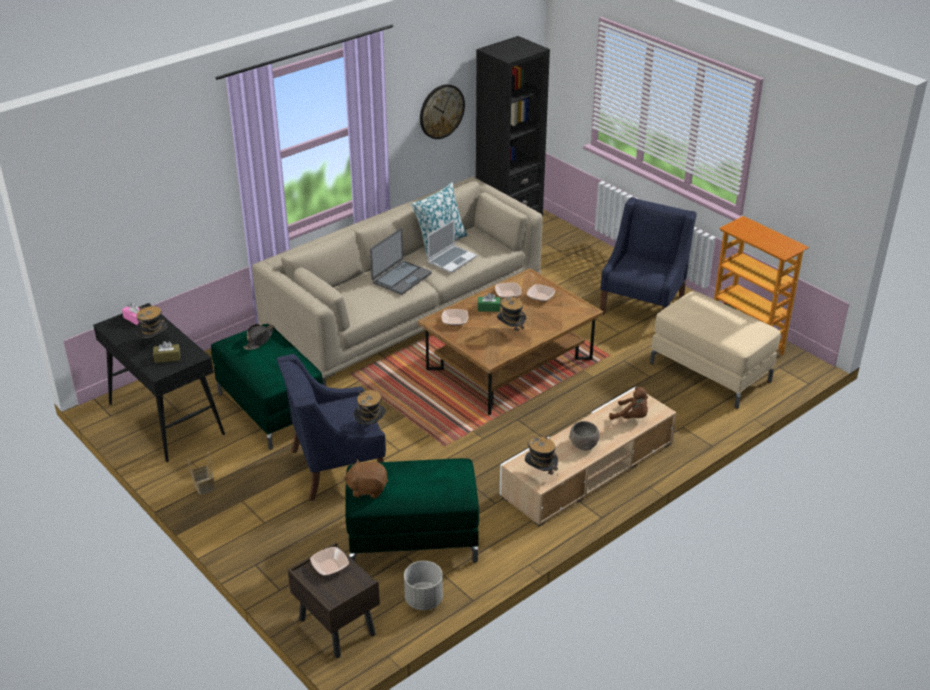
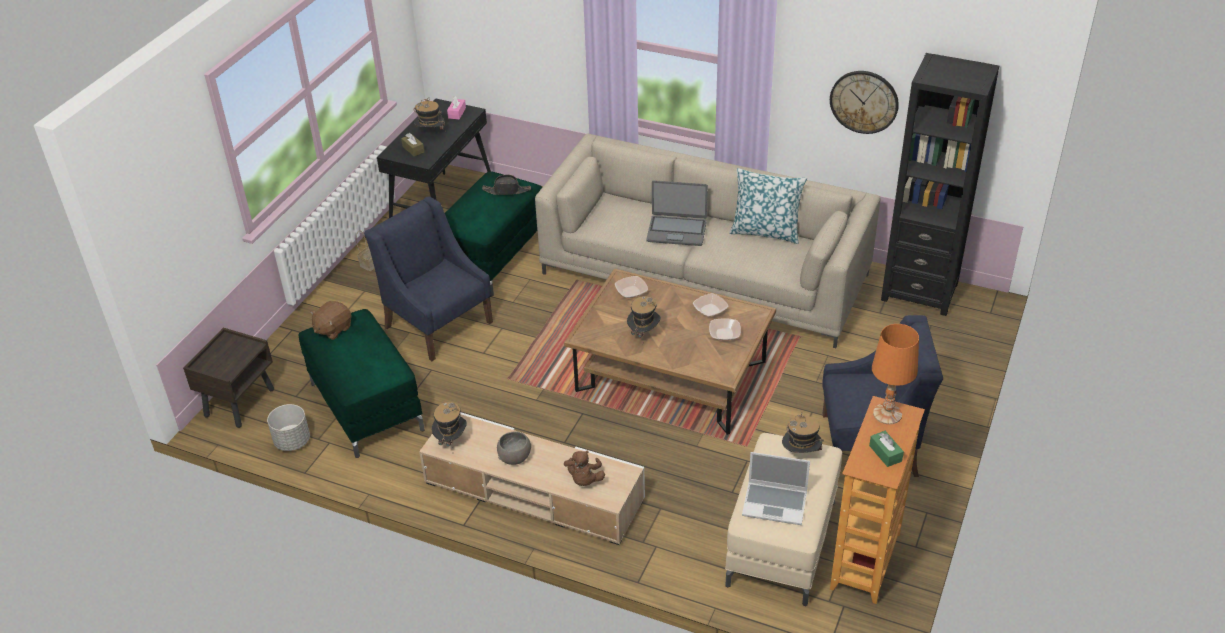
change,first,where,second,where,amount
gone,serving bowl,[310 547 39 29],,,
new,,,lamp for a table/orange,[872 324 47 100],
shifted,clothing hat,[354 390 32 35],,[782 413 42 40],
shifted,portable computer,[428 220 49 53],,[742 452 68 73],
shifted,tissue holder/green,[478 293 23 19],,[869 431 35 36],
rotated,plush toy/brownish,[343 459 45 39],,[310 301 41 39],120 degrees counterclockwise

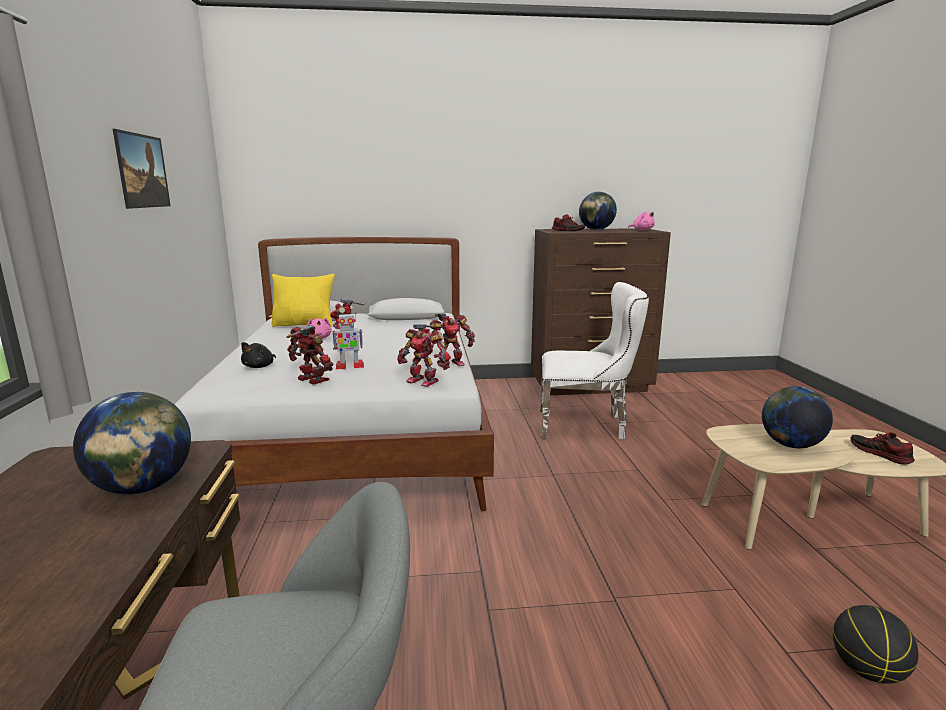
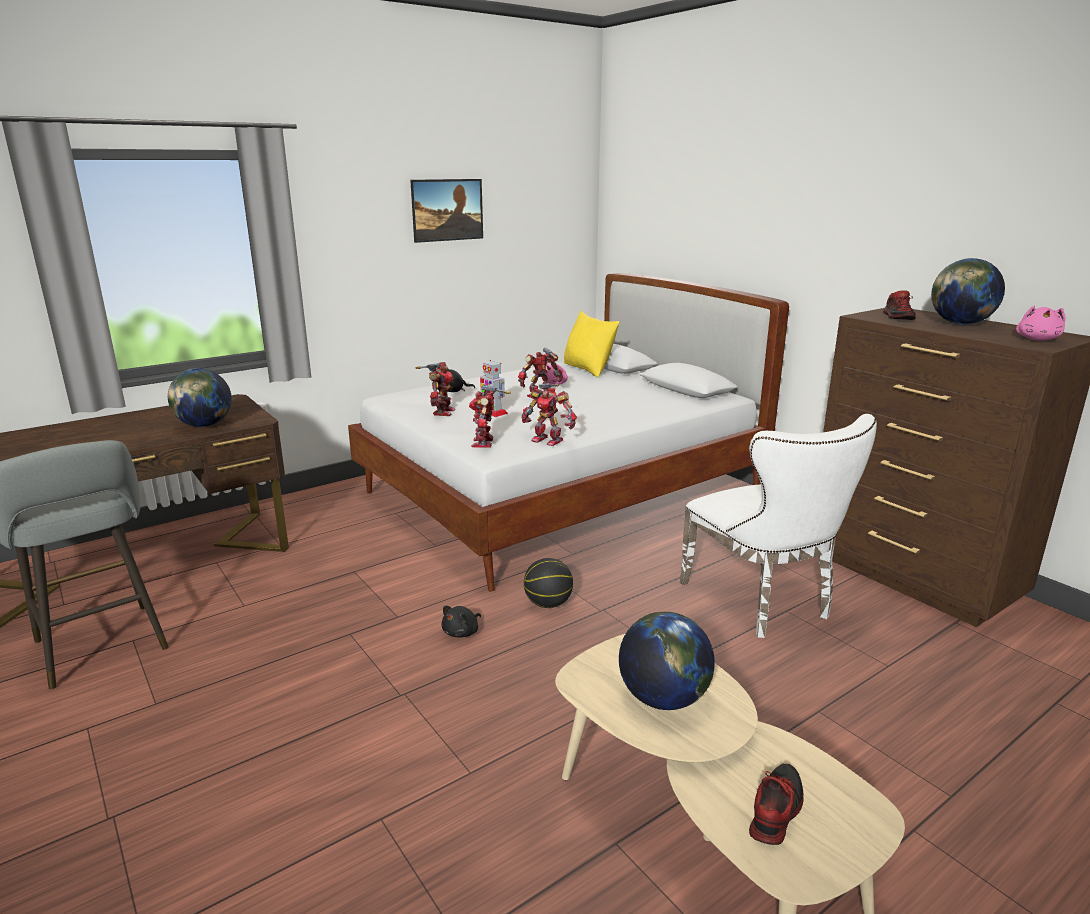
change,first,where,second,where,amount
new,,,plush toy/black-coloured,[441 606 40 31],
shifted,ball for basketball,[833 605 86 79],,[524 558 49 50],

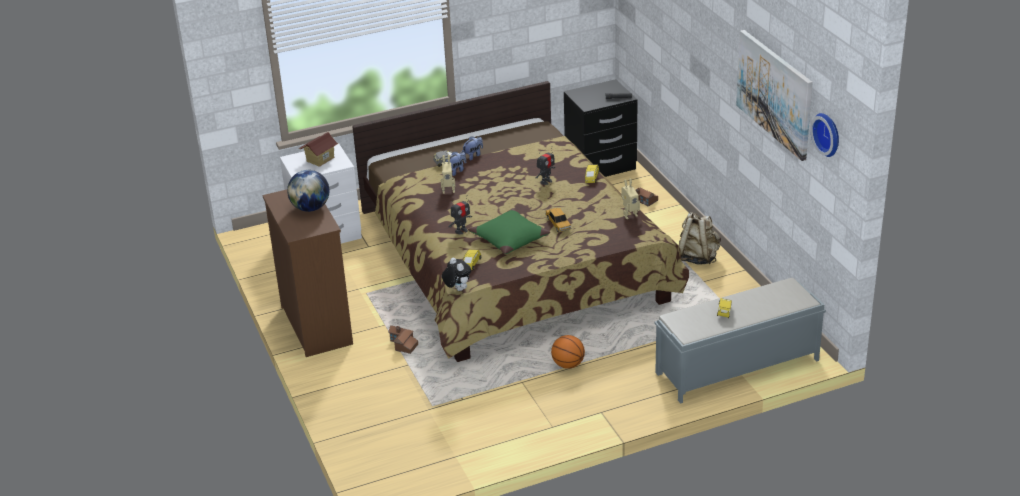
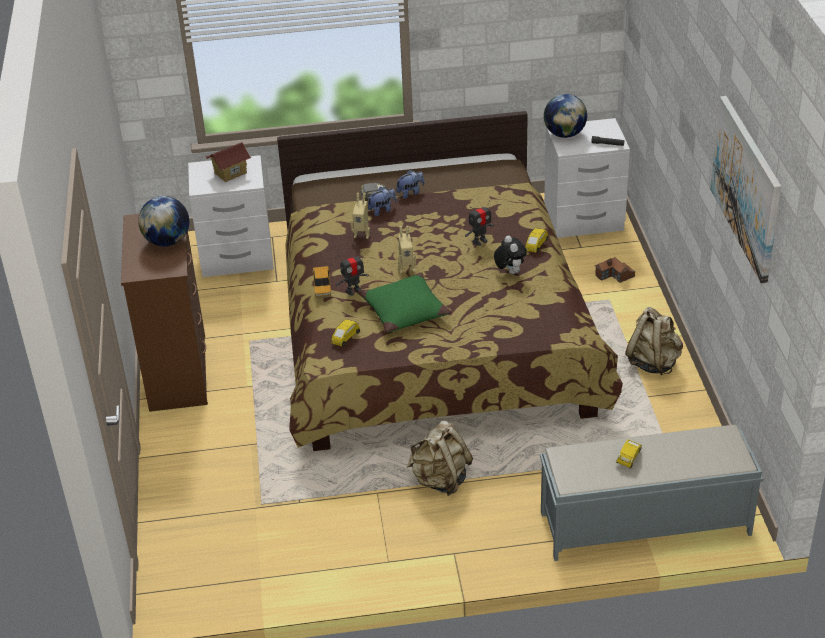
change,first,where,second,where,amount
gone,toy house,[388 325 30 29],,,
gone,wall clock,[810 113 29 44],,,
new,,,globe,[544 94 43 44],
shifted,plush toy,[442 258 29 33],,[494 235 33 39],
shifted,model car,[545 208 26 24],,[313 266 18 32],
shifted,toy robot,[621 178 19 41],,[398 226 18 47],
swapped,ball for basketball,[551 335 34 34],rucksack/beige,[407 421 66 75],
repainted,bedside table/black-coloured,[564 79 74 98],bedside table/whitish,[544 118 86 120],

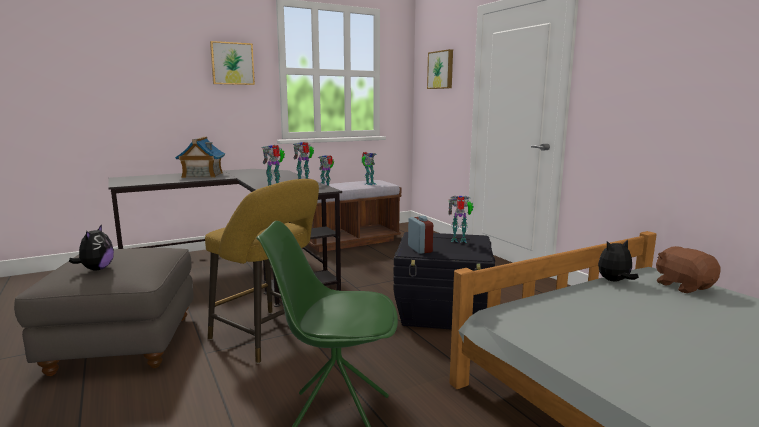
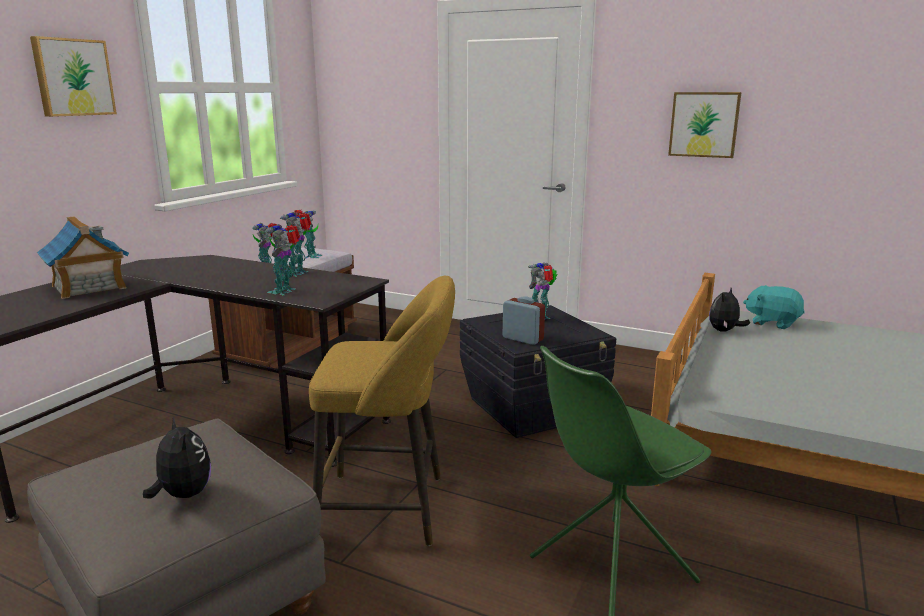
change,first,where,second,where,amount
shifted,wall art,[427 49 26 40],,[668 92 74 66],
repainted,plush toy/brownish,[656 246 65 47],plush toy/turquoise-coloured,[743 285 62 44],

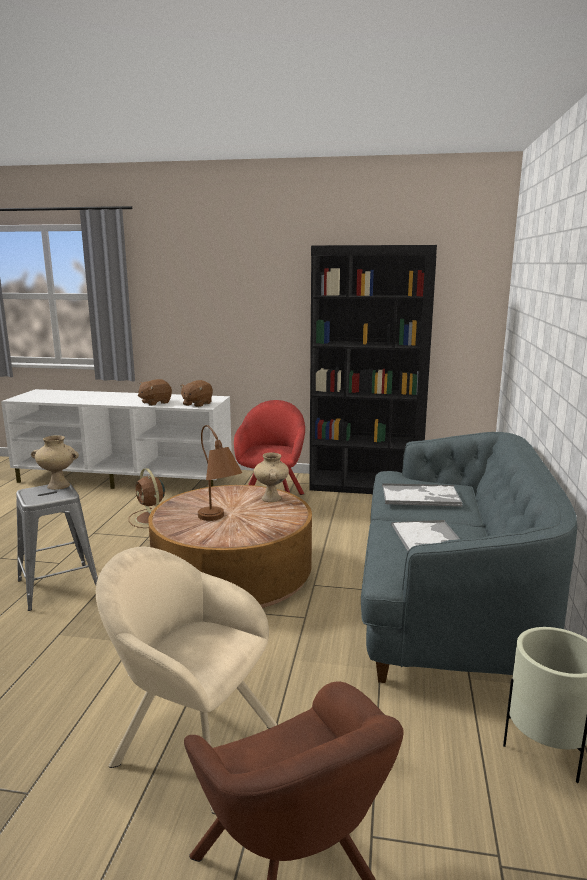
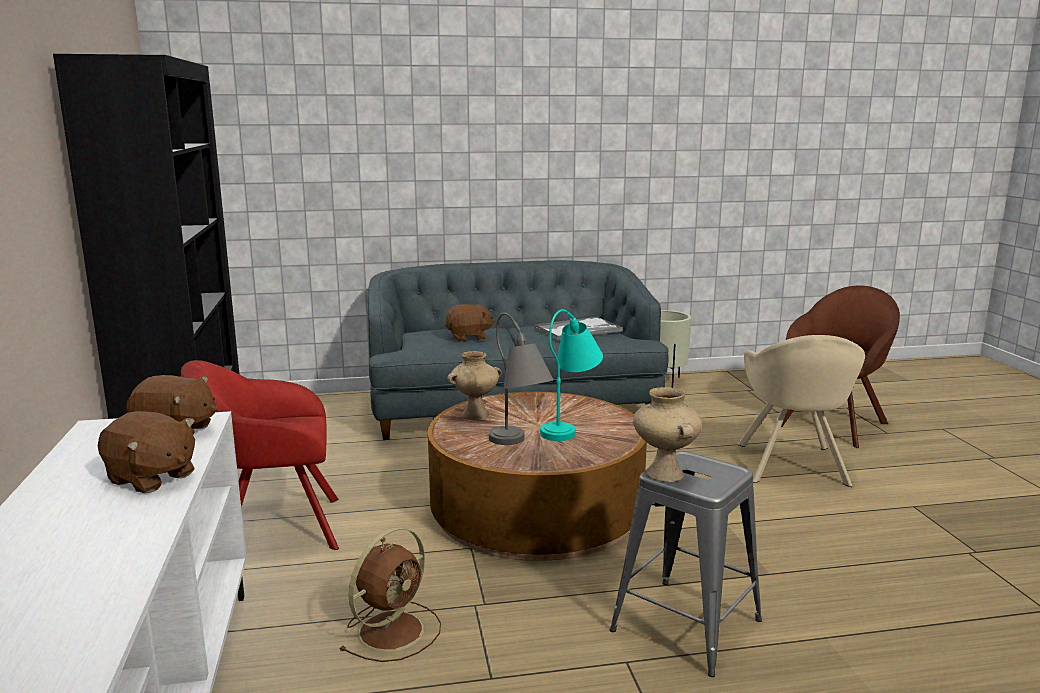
change,first,where,second,where,amount
new,,,lamp for a table/gray,[489 313 65 132],
swapped,tray,[382 483 81 23],plush toy/brownish,[445 304 50 38],
repainted,lamp for a table/brownish,[198 425 44 96],lamp for a table/turquoise-coloured,[540 309 63 132],

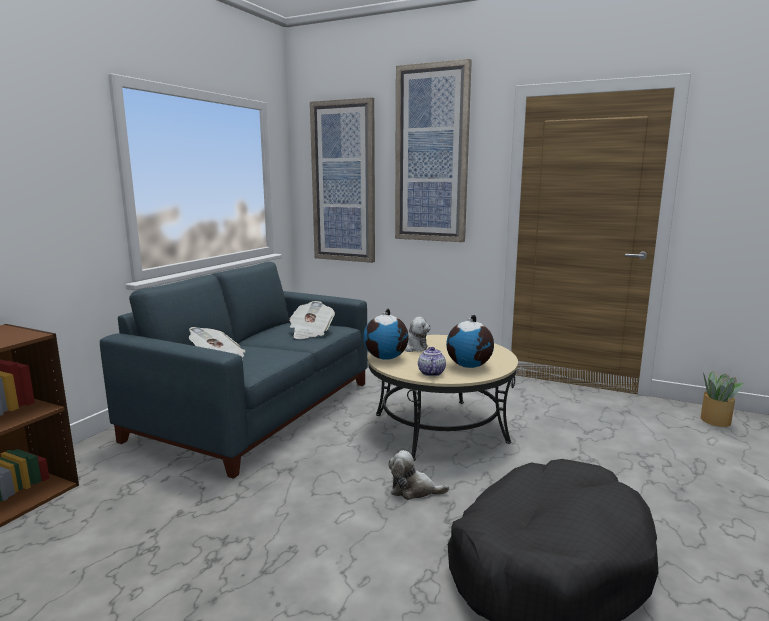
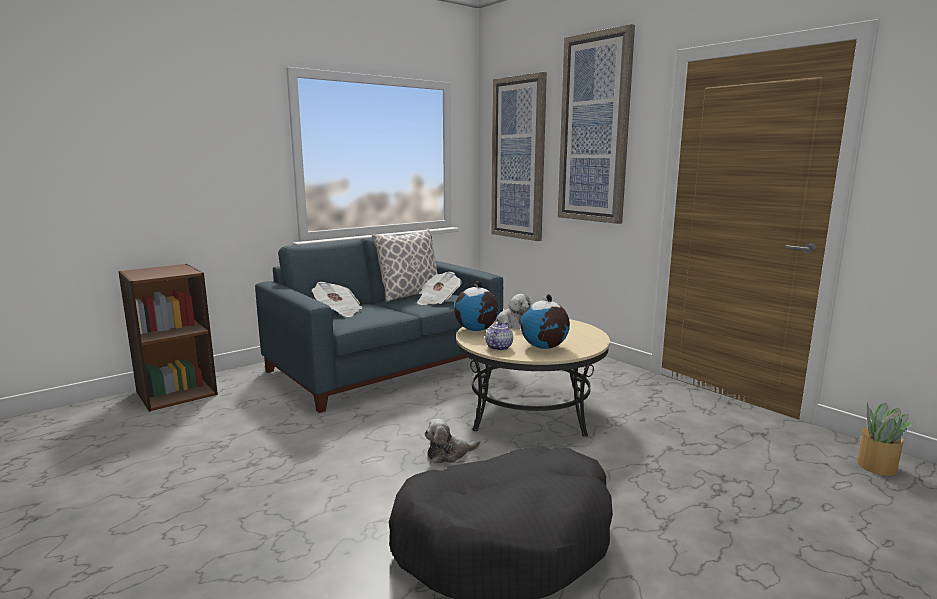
change,first,where,second,where,amount
new,,,throw pillow,[372 229 66 73],
rotated,plush toy,[388 450 61 50],,[424 419 57 44],60 degrees counterclockwise

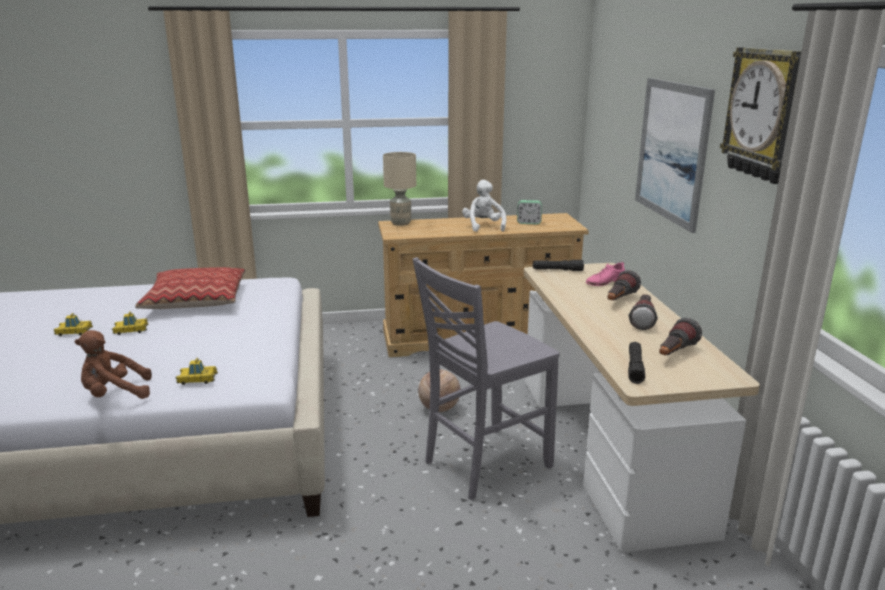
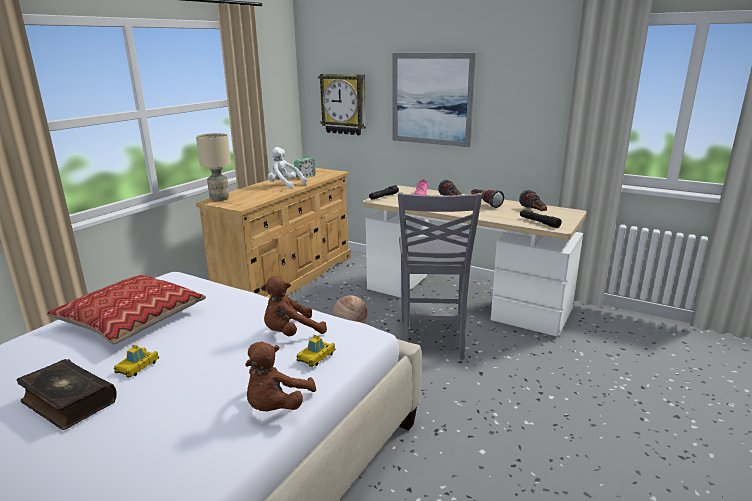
change,first,where,second,where,amount
new,,,plush toy/brownish,[261 276 66 60],
shifted,wall clock,[720 47 82 137],,[318 74 48 61],
swapped,model car,[53 313 40 23],book,[16 359 101 71],

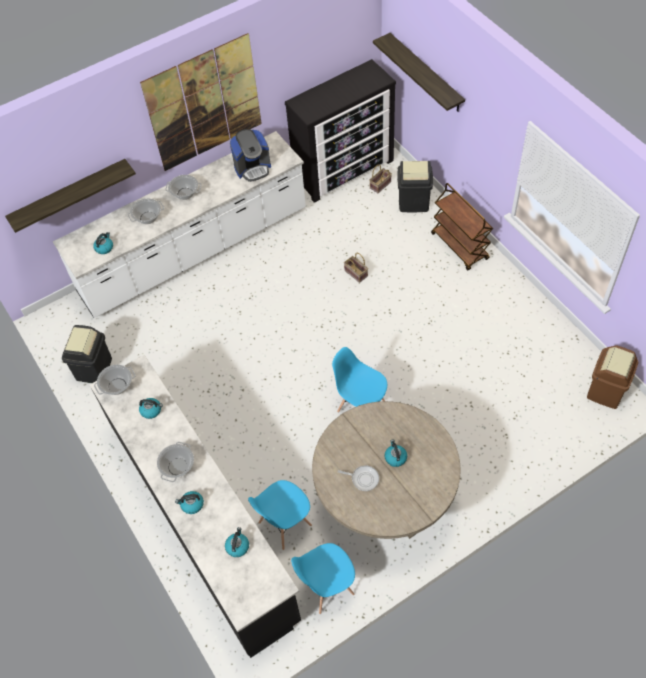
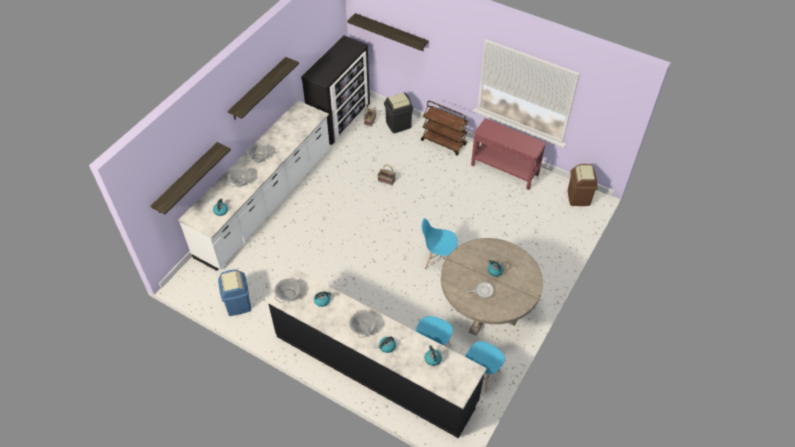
change,first,where,second,where,amount
gone,coffee machine,[230 129 41 53],,,
new,,,hall table/reddish,[471 118 75 72],
swapped,wall art,[140 33 122 138],bracket shelf,[228 57 71 62],
repainted,rubbish bin/black-coloured,[62 325 50 58],rubbish bin/blue,[218 269 33 47],

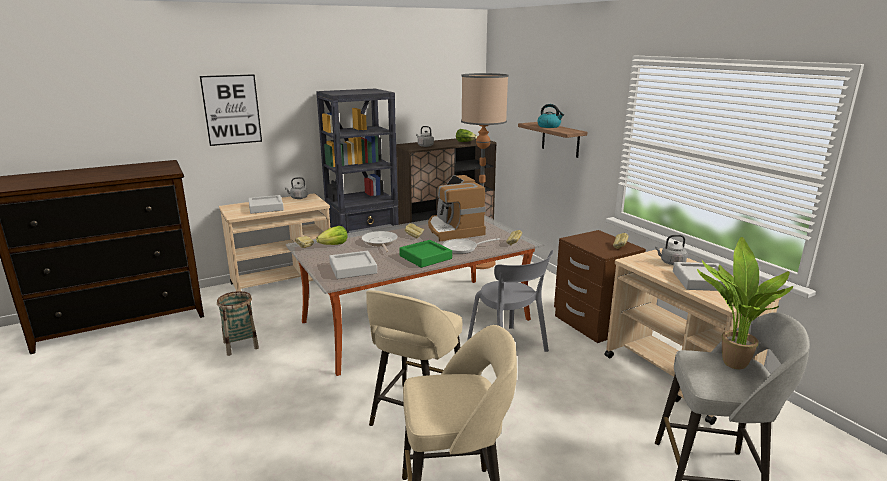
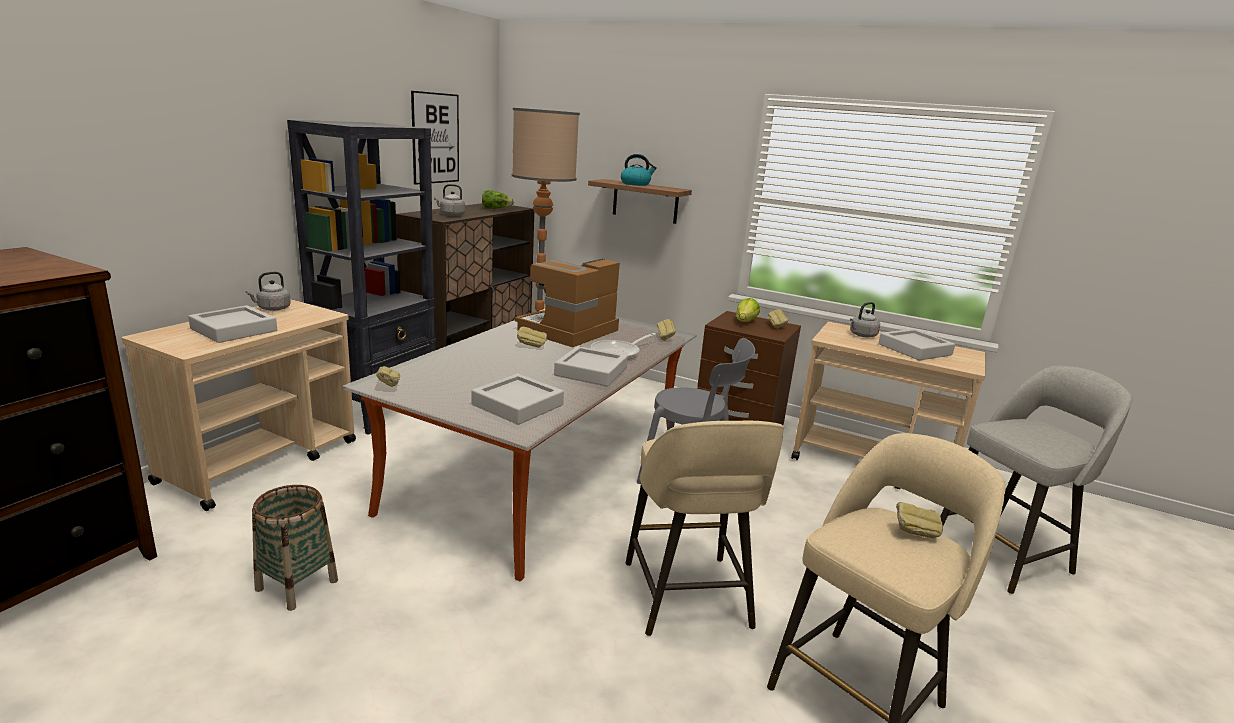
change,first,where,second,where,amount
gone,frying pan,[362 231 36 21],,,
gone,potted plant,[697 237 96 132],,,
new,,,baked bread,[896 502 47 36],
shifted,wall art,[200 74 62 72],,[411 91 48 94],
shifted,lettuce,[316 226 31 19],,[736 298 24 24],
repainted,tray/green,[399 240 53 28],tray/gray,[554 346 74 40],
rotated,coffee machine,[428 175 58 67],,[515 258 105 89],90 degrees clockwise

